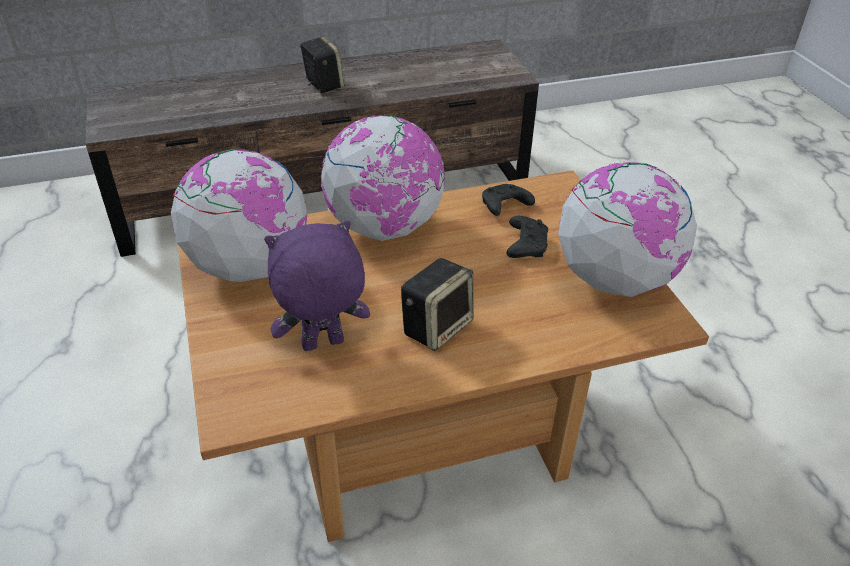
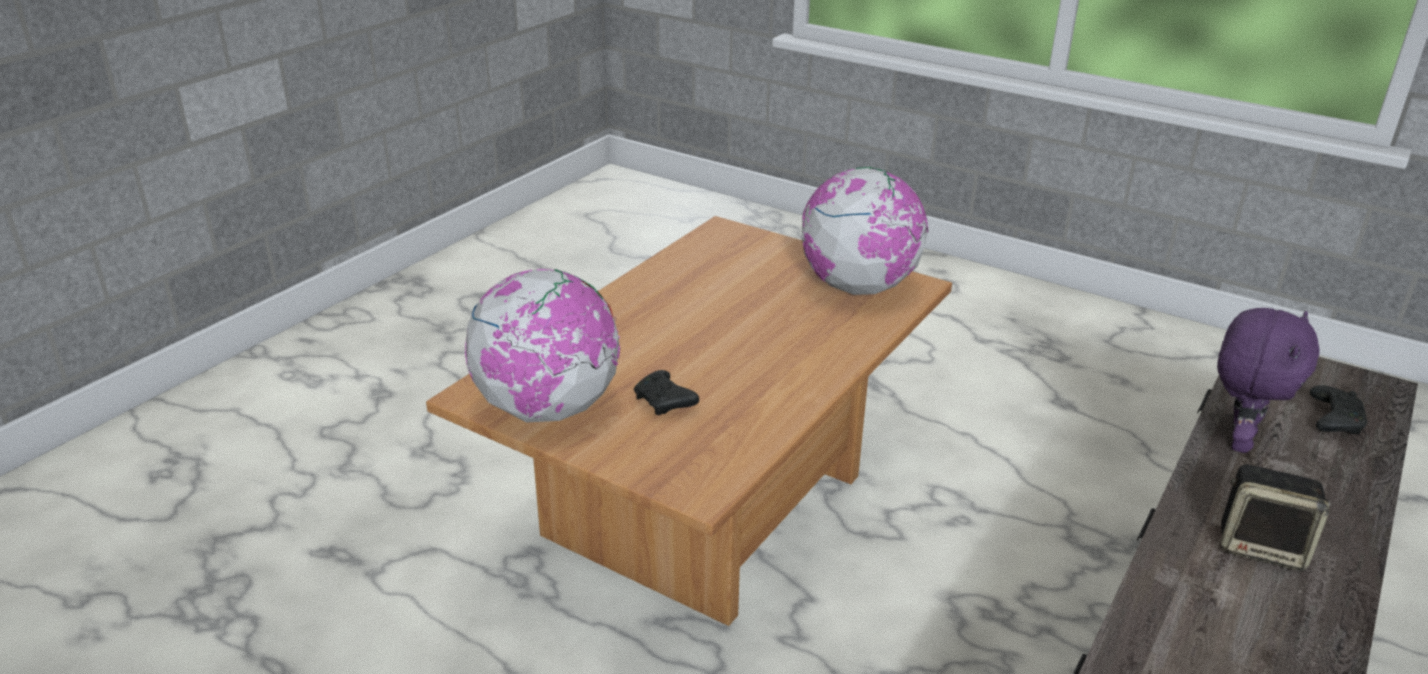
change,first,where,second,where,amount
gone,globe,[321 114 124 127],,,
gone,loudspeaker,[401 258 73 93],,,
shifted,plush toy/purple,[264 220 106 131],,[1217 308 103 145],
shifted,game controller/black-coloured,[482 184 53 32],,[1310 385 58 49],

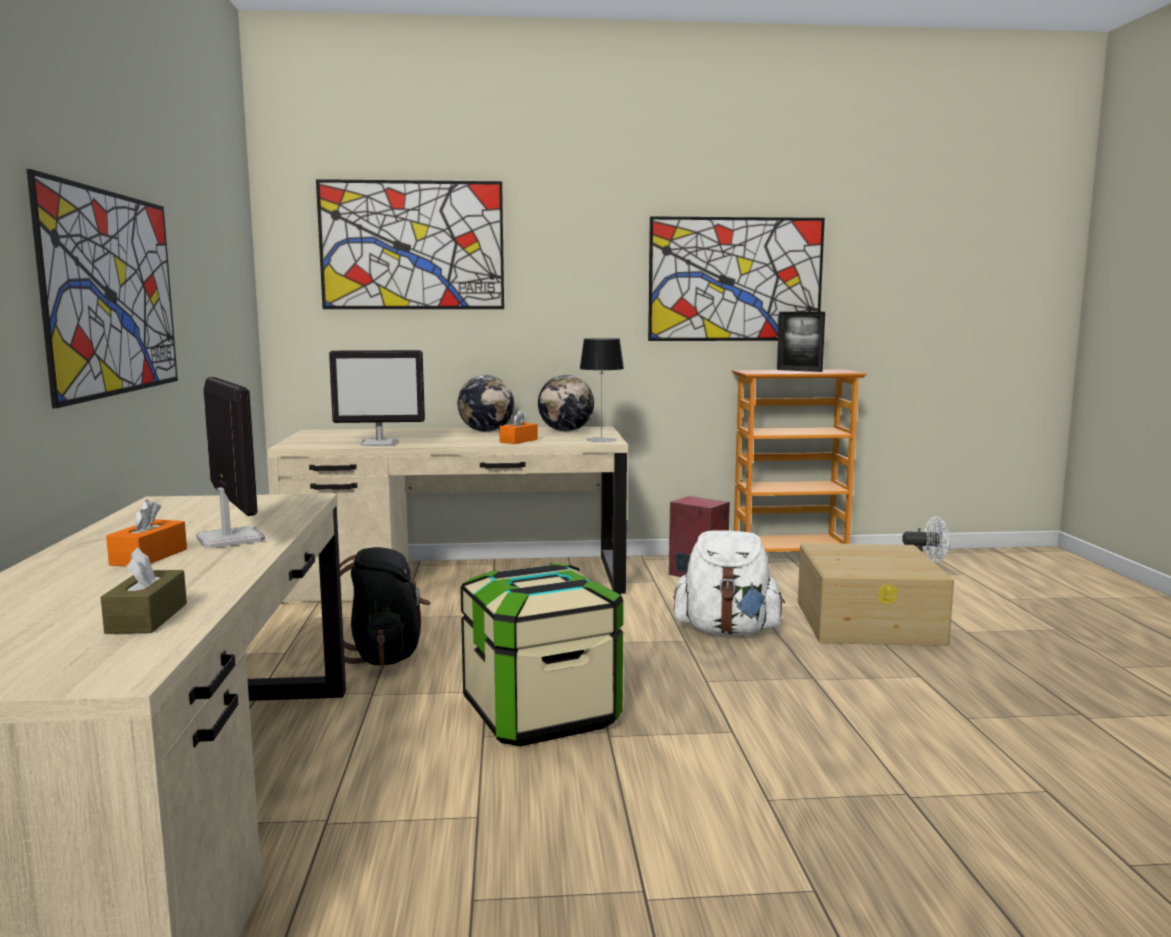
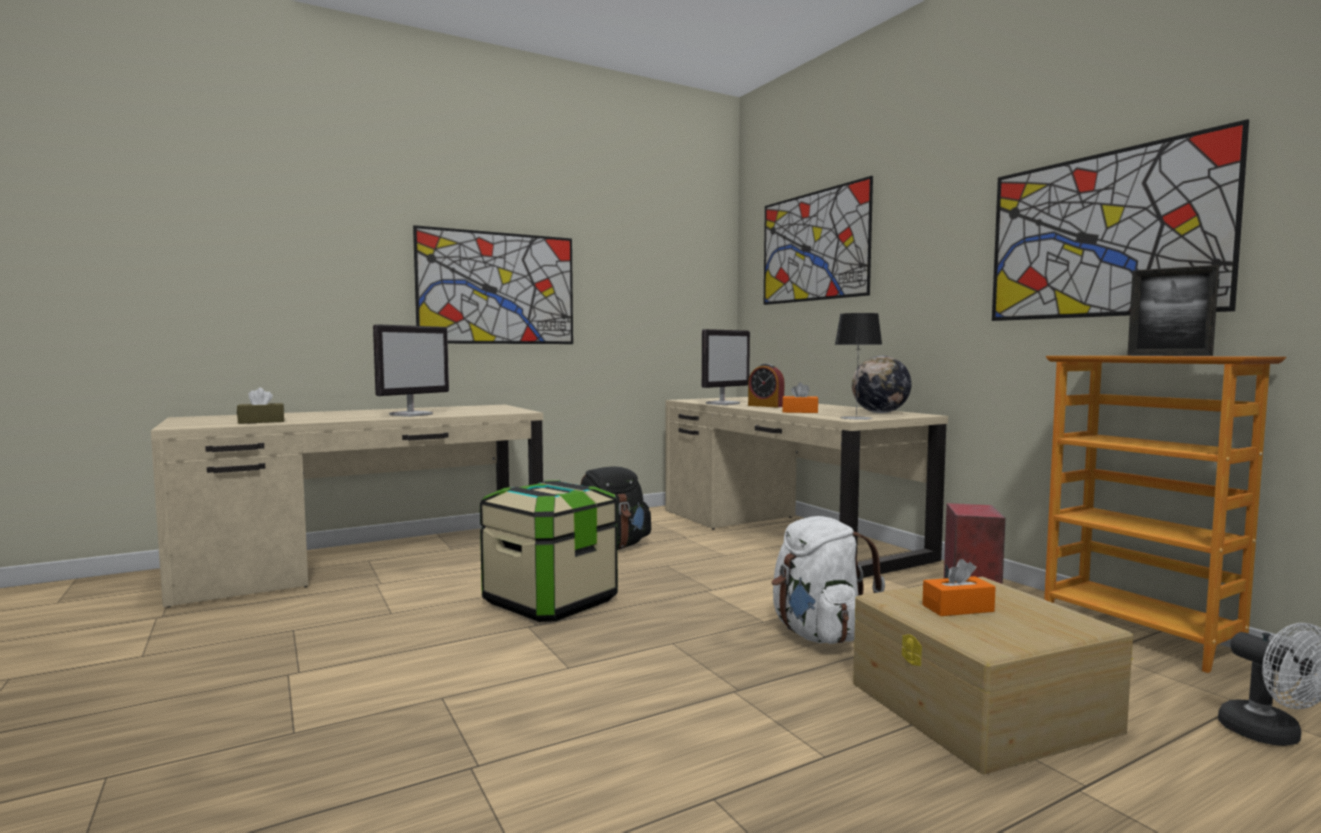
change,first,where,second,where,amount
gone,globe,[458 375 56 57],,,
new,,,bedside clock,[748 364 36 43],
shifted,tissue holder/orange,[106 499 81 68],,[922 559 74 57],
rotated,computer screen,[329 350 96 96],,[702 329 48 76],105 degrees counterclockwise
rotated,standing frame,[777 312 48 60],,[1127 265 92 91],60 degrees counterclockwise

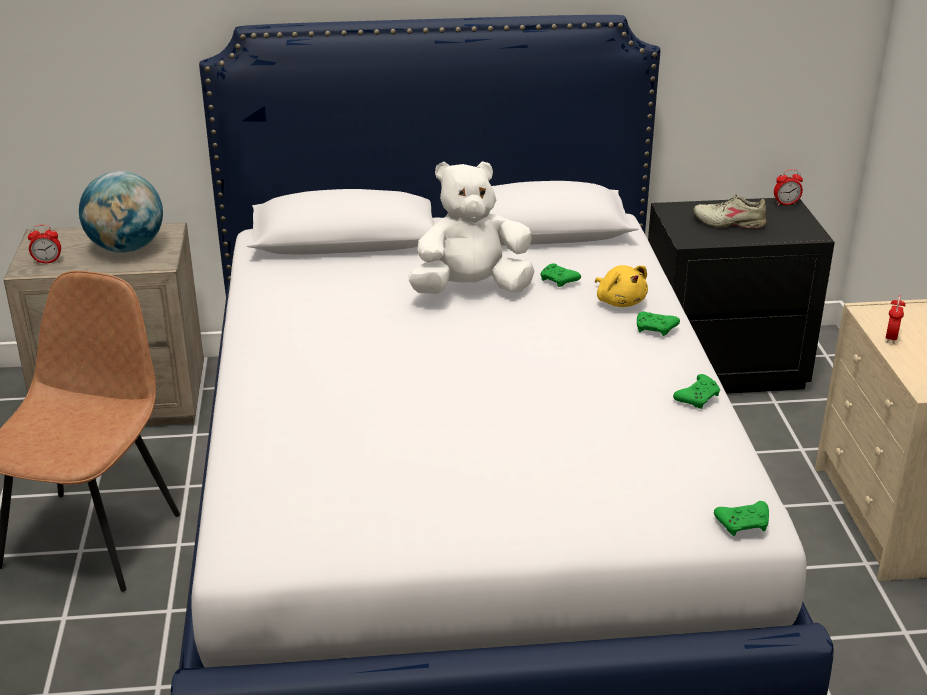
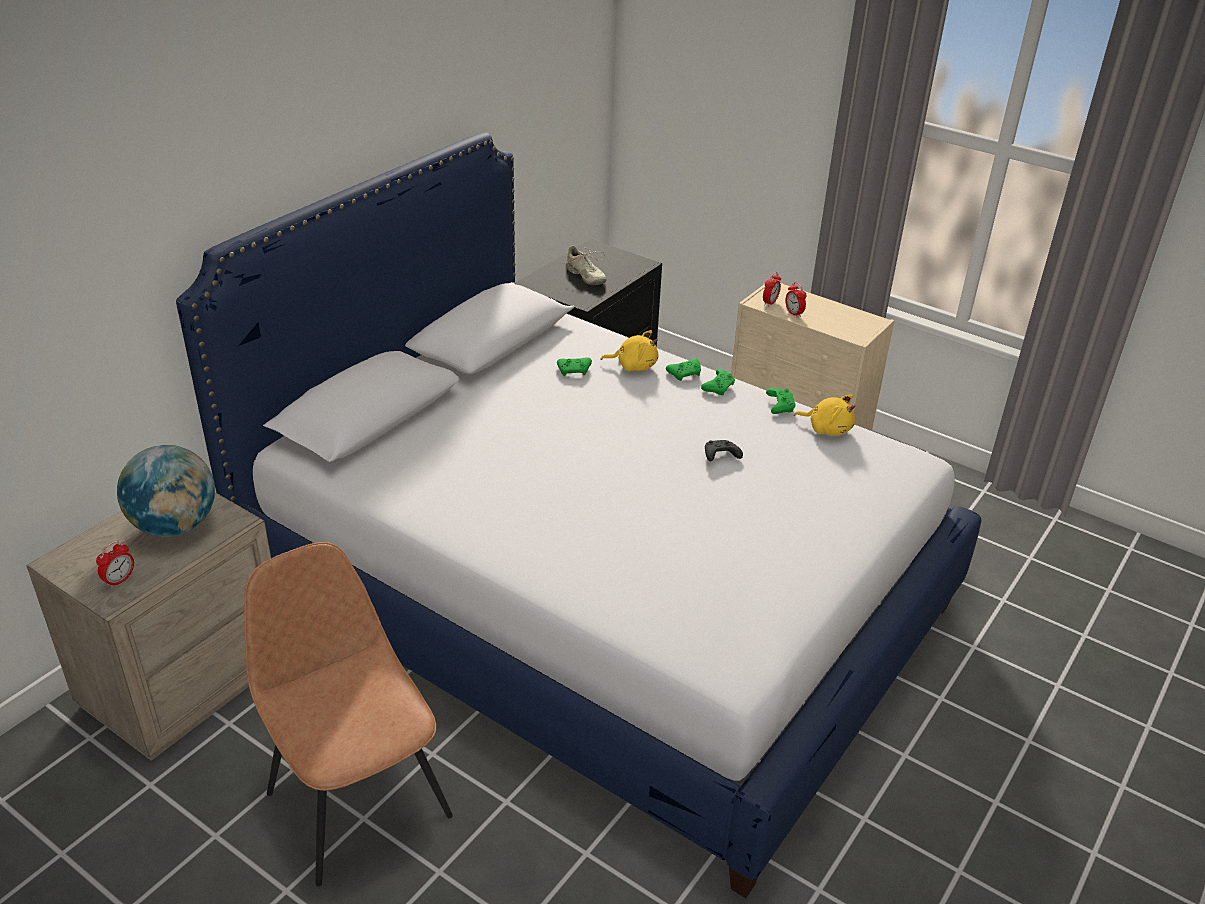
change,first,where,second,where,amount
gone,plush toy/whitish,[408 161 127 133],,,
new,,,game controller/black-coloured,[705 440 38 21],
new,,,plush toy/yellow-coloured,[794 395 61 41],
shifted,game controller/green,[714 501 55 35],,[701 369 34 26],
shifted,bedside clock,[774 169 29 37],,[763 272 18 35],
rotated,item of footwear/beige,[693 194 73 34],,[562 245 44 40],90 degrees counterclockwise

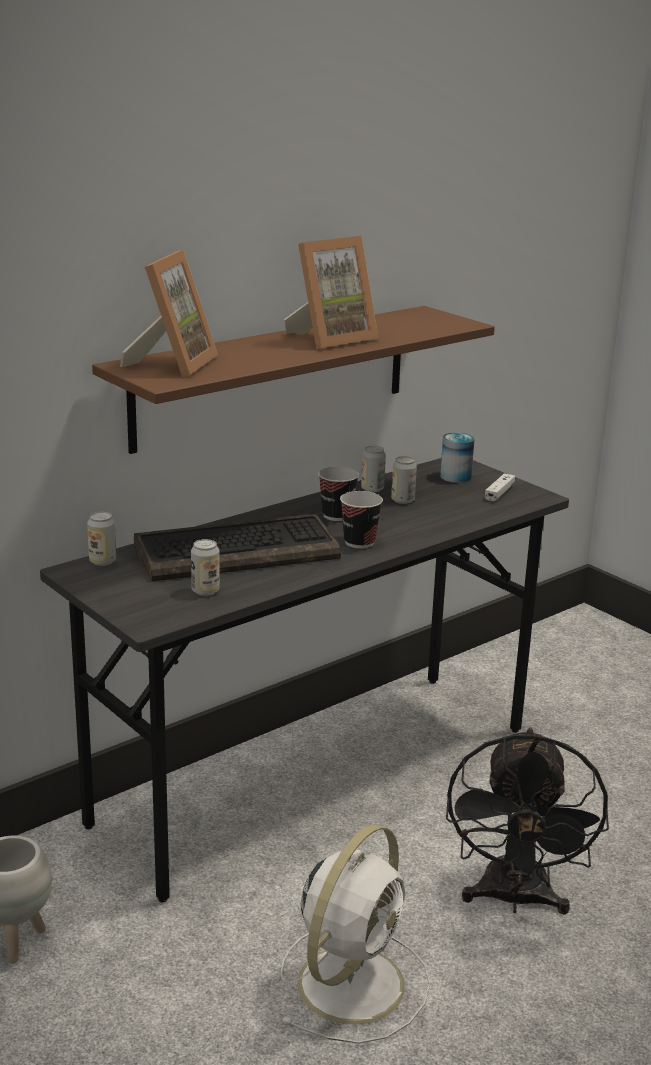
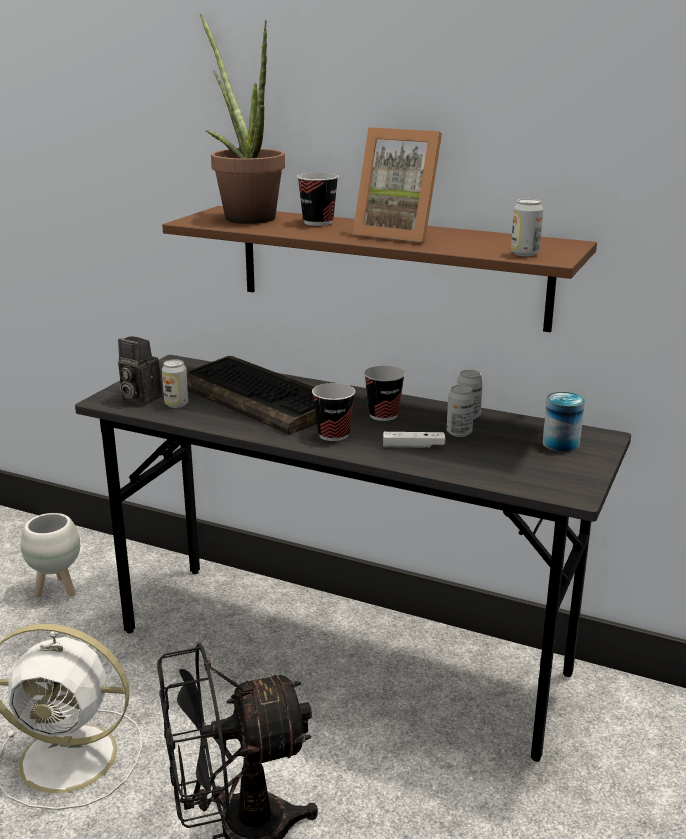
change,first,where,second,where,amount
new,,,photo camera,[118 336 44 70],
new,,,drinking cup,[297 173 42 53],
shifted,can,[87 512 29 54],,[511 199 32 58],
shifted,game controller/whitish,[485 473 30 28],,[383 432 62 16],
swapped,standing frame,[120 250 98 127],potted plant,[200 14 85 210],

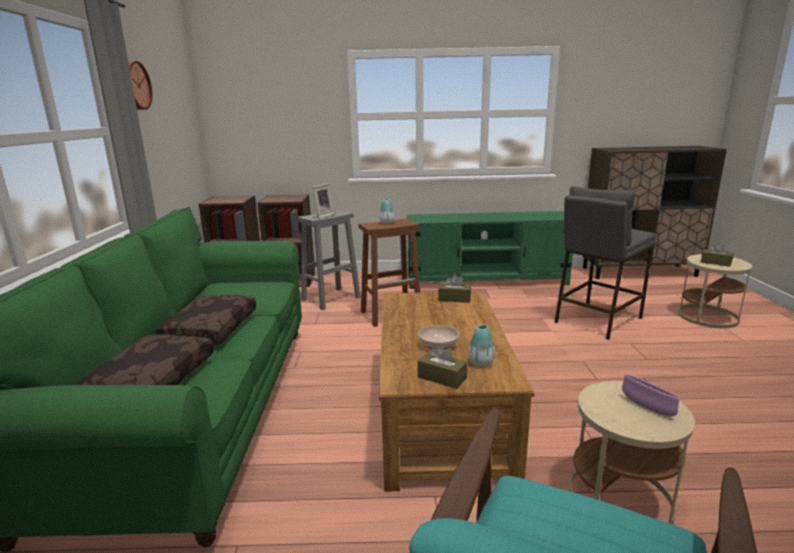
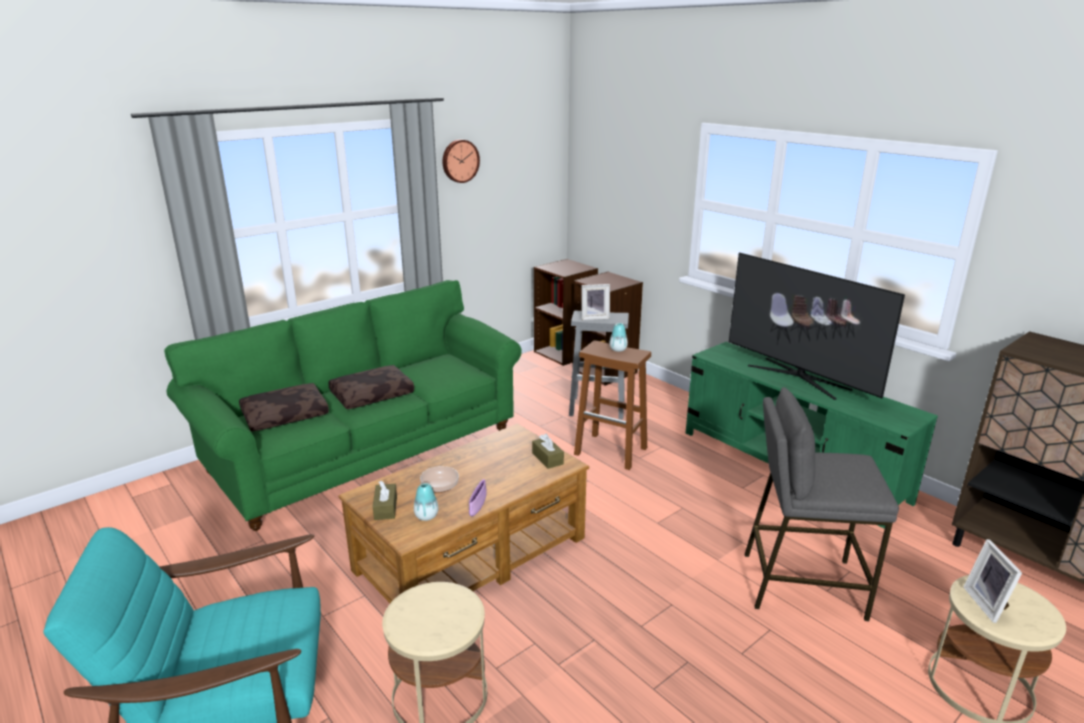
change,first,where,second,where,amount
new,,,TV,[729 253 176 147],
shifted,serving bowl/purple,[622 374 57 42],,[469 479 18 37],
swapped,tissue holder/brownish,[701 242 33 25],standing frame,[963 539 59 84],

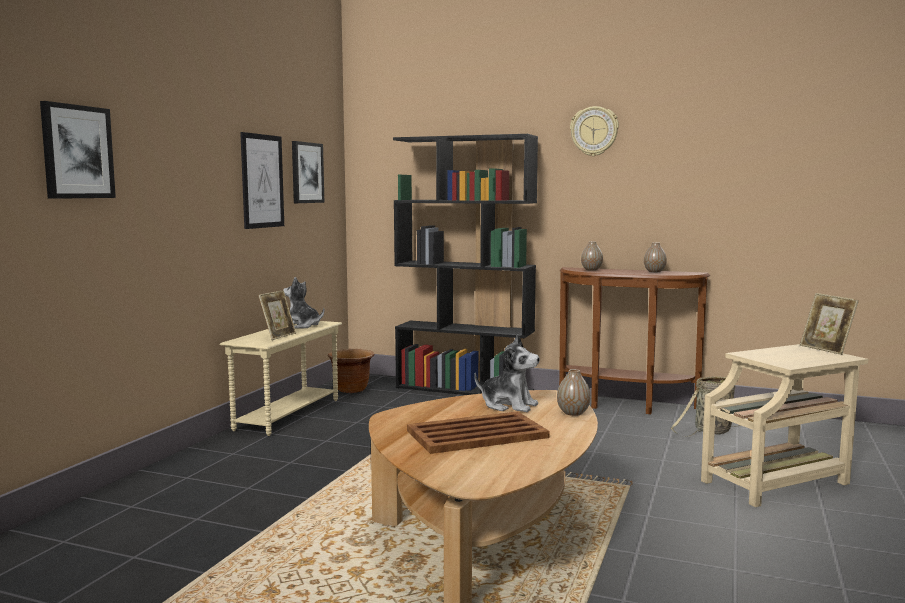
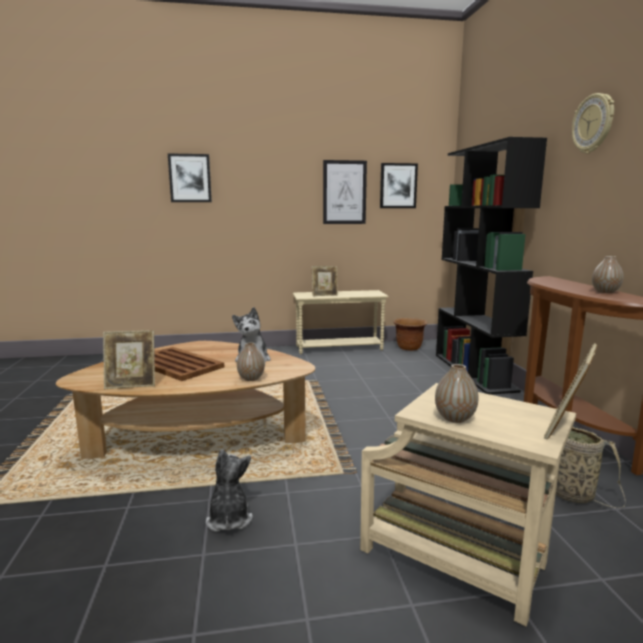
change,first,where,second,where,amount
new,,,standing frame,[103 330 52 59],
shifted,plush toy,[283 277 41 51],,[206 449 47 83],
shifted,flower vase,[581 241 22 30],,[435 364 43 59],

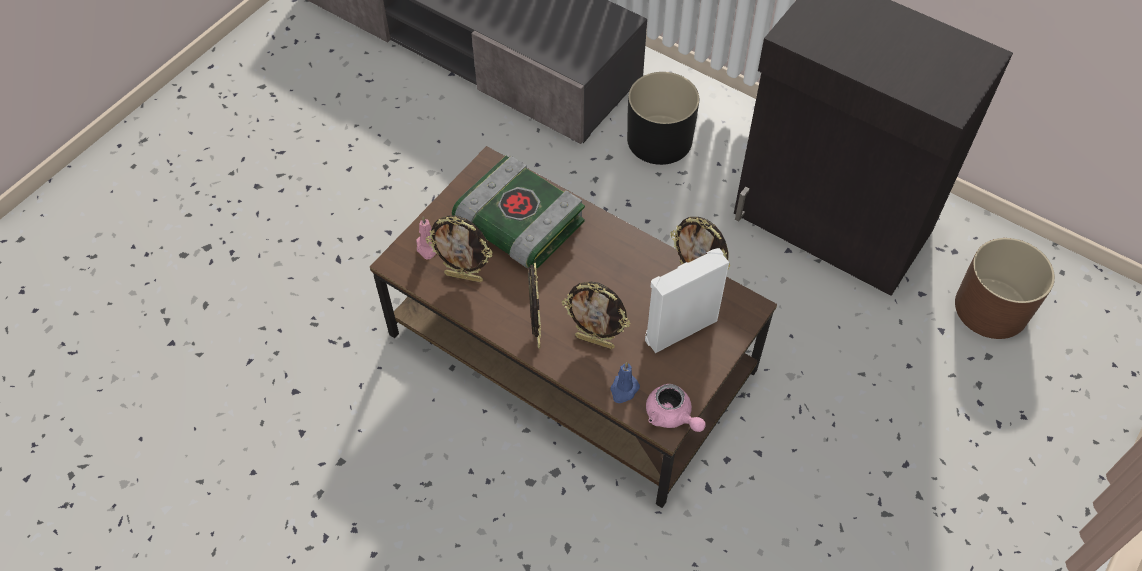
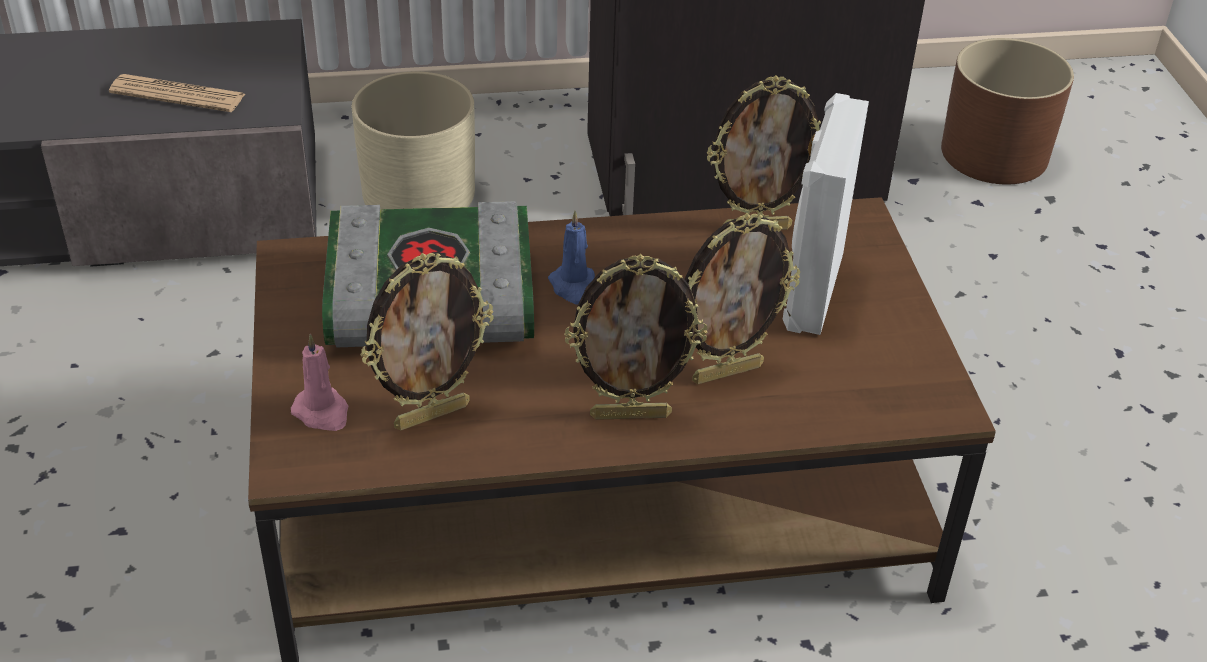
change,first,where,second,where,amount
gone,pot for tea/pinkish,[646 384 60 48],,,
new,,,newspaper,[109 74 136 38],
shifted,candle/blue,[610 362 30 41],,[548 210 47 95],
repainted,planter/black-coloured,[627 72 72 93],planter/beige,[352 71 123 138],
rotated,standing frame,[528 263 13 86],,[564 254 144 166],135 degrees clockwise

